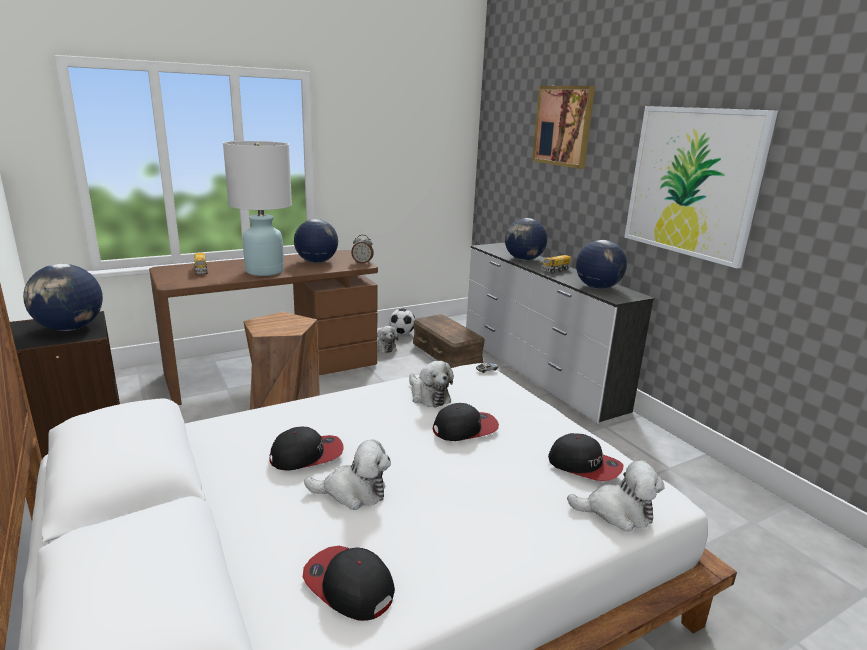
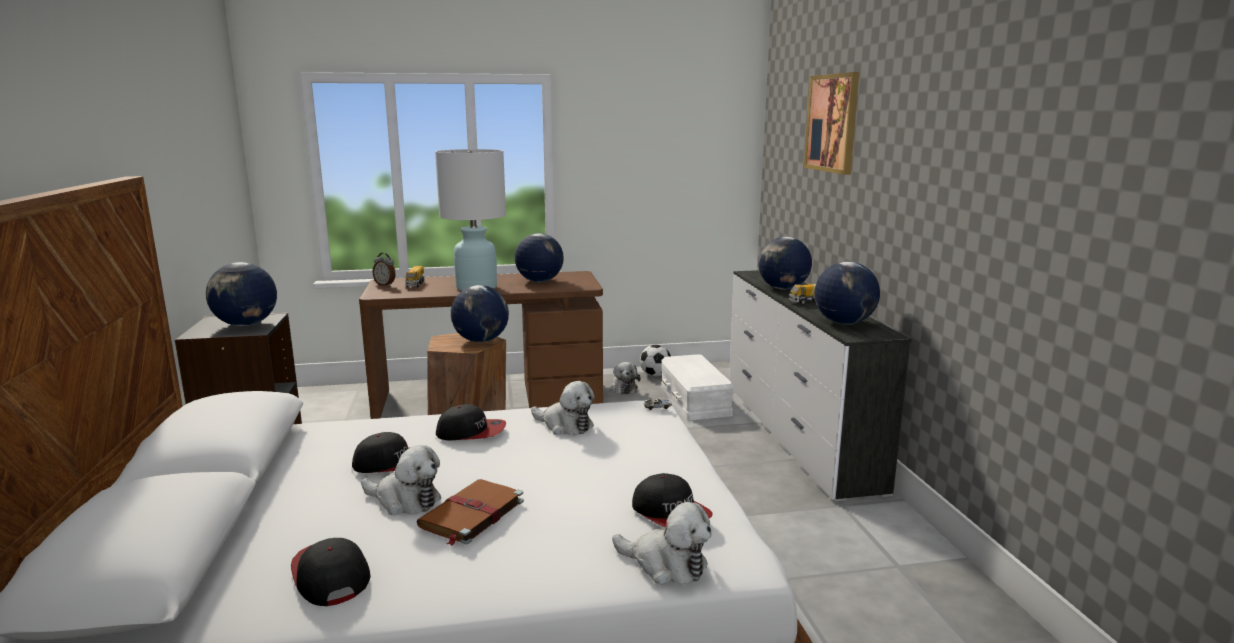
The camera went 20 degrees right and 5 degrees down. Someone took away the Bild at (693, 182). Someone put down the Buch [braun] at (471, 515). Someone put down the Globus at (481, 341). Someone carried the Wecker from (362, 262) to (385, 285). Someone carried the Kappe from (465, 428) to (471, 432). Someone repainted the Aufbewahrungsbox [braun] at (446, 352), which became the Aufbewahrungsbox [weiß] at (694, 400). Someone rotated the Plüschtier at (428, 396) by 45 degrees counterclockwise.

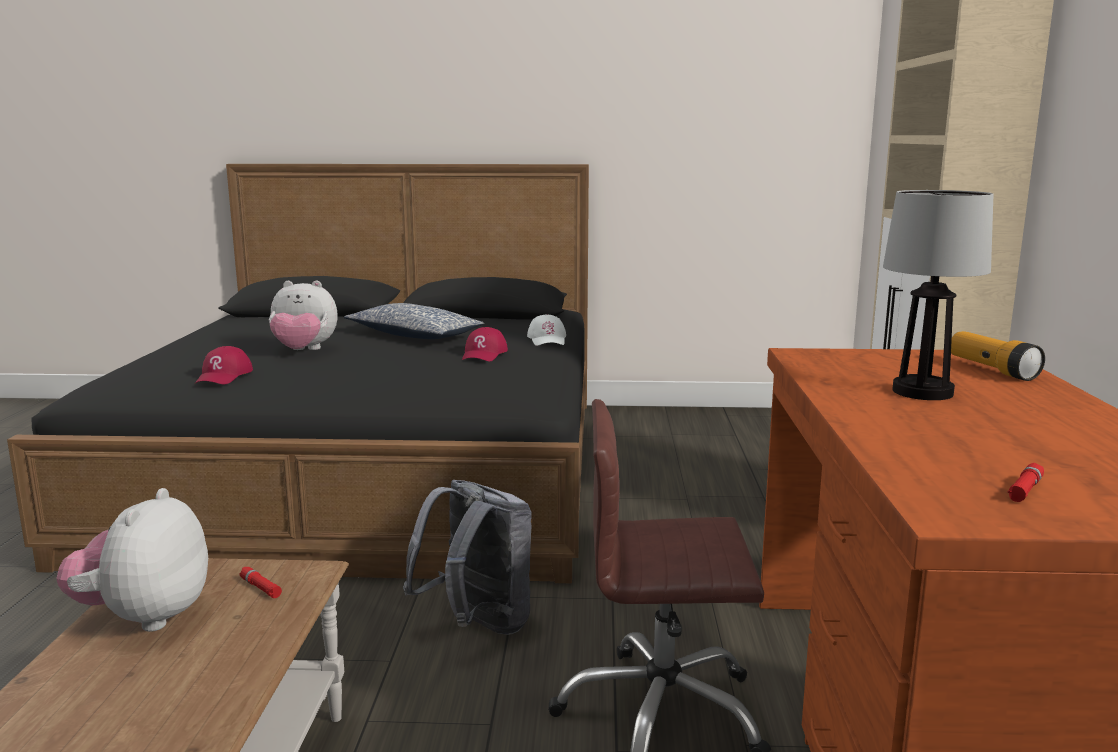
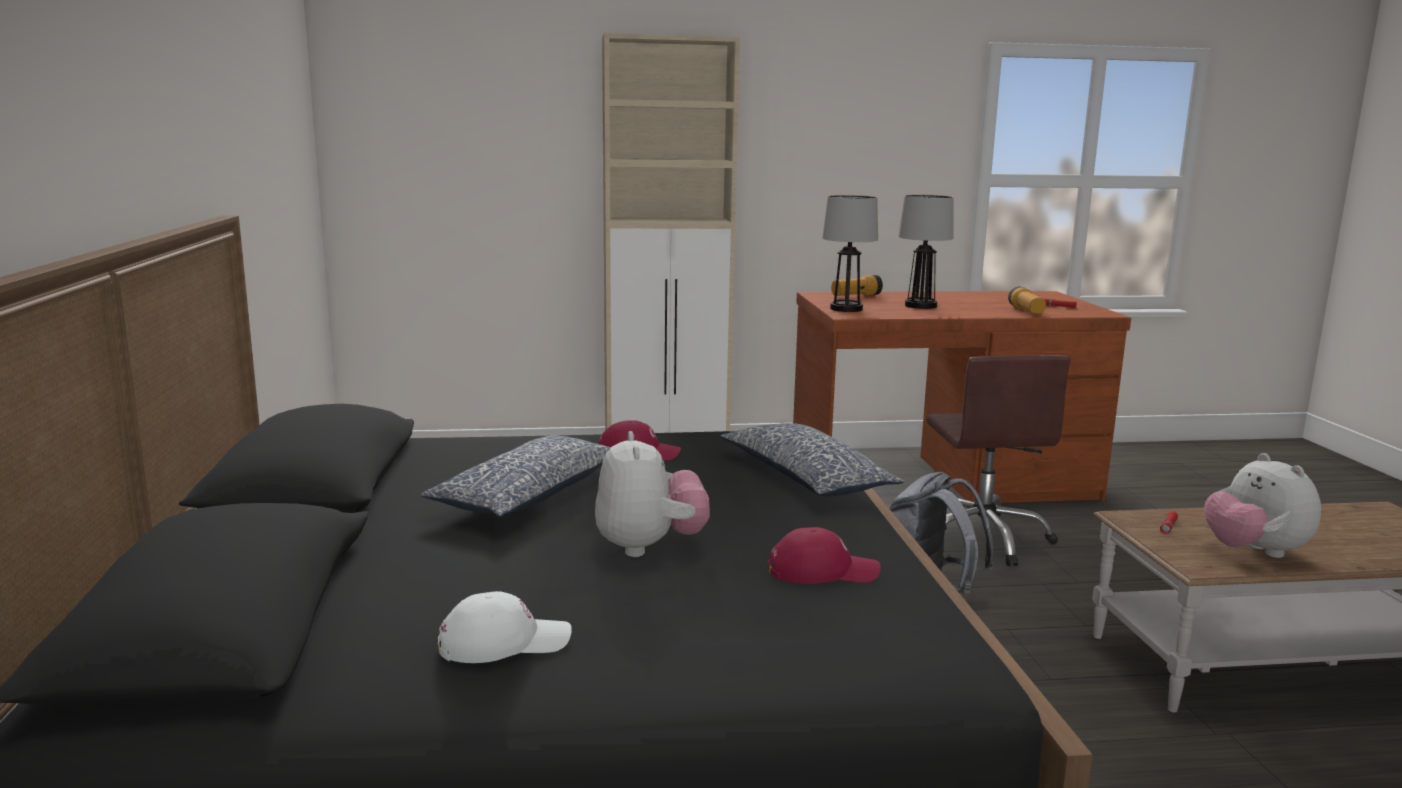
The camera went 100 degrees left and 0 degrees up. Someone put down the Kissen at (804, 478). Someone put down the Tischlampe at (846, 309). Someone put down the Taschenlampe at (1026, 312). Someone carried the Kappe [weiß] from (547, 340) to (504, 642). Someone rotated the Plüschtier at (144, 617) by 75 degrees clockwise.

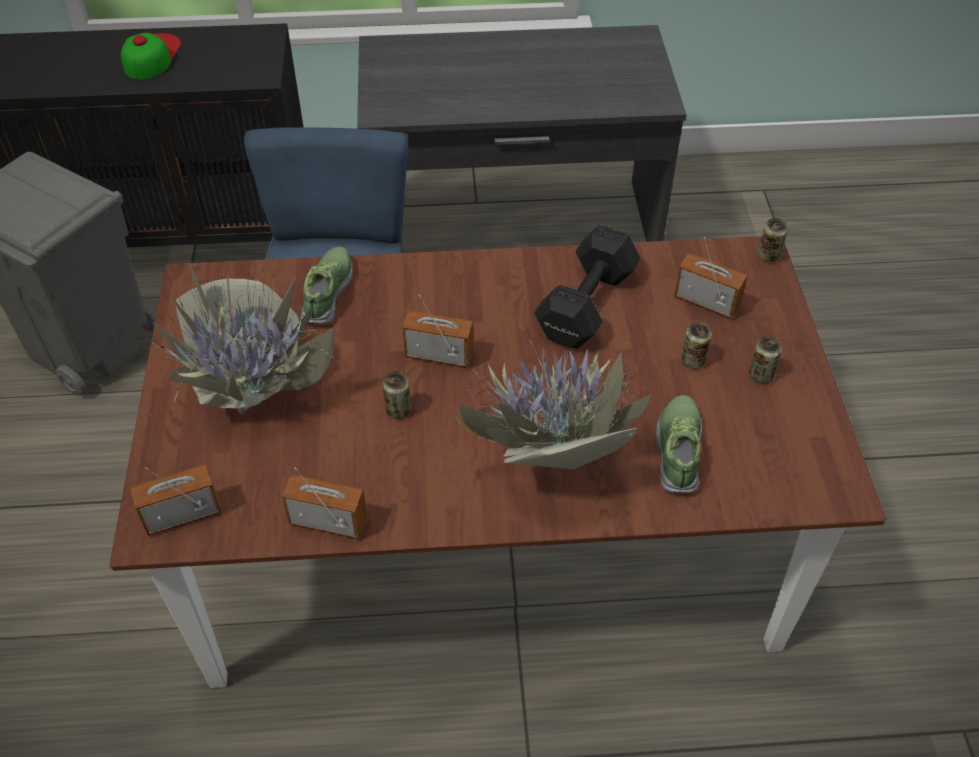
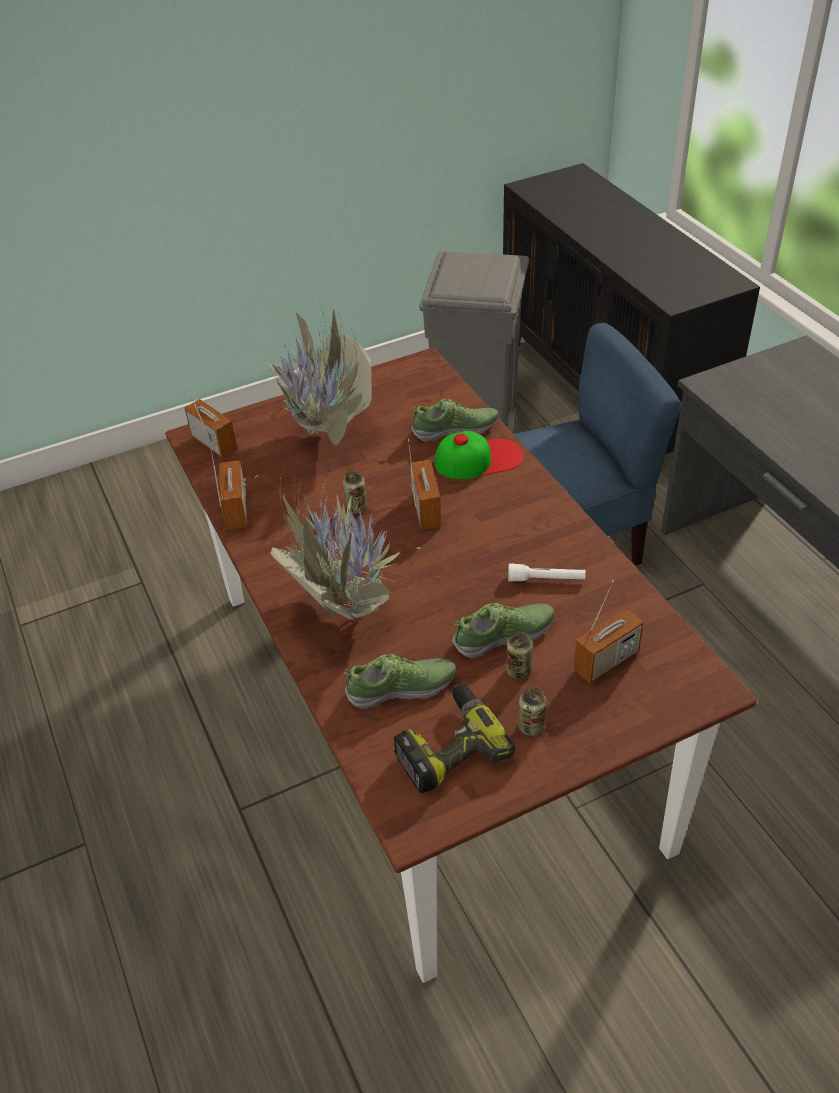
The camera went 70 degrees right and 5 degrees down. Someone took away the Dose at (768, 256). Someone put down the Bohrmaschine at (448, 747). Someone put down the Schuh at (504, 636). Someone carried the Kappe from (151, 56) to (479, 459). Someone swapped the Hantel [schwarz] at (589, 303) for the Taschenlampe [weiß] at (546, 579). Someone rotated the Radio at (706, 302) by 45 degrees clockwise.

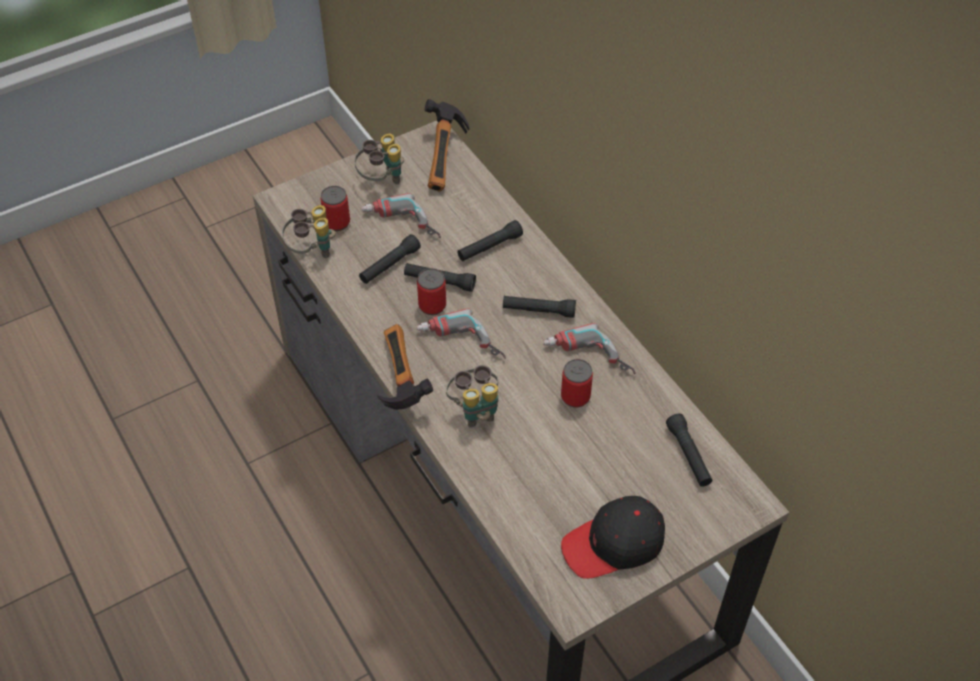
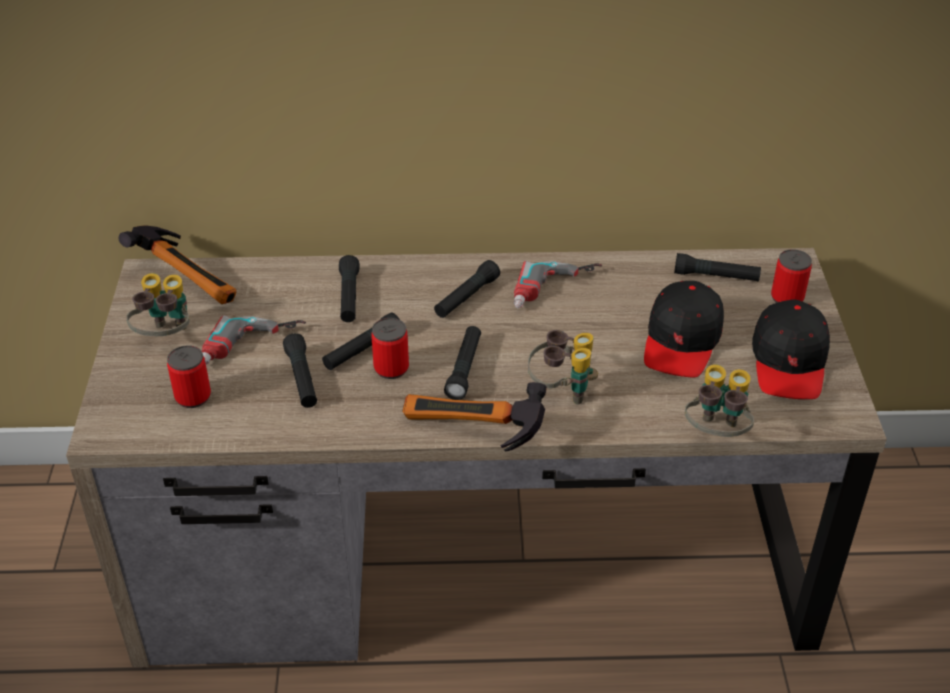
The camera went 60 degrees left and 10 degrees down. Someone put down the Kappe [schwarz] at (682, 341). Someone carried the Fernglas from (311, 251) to (716, 434). Someone carried the Dose from (575, 397) to (787, 298). Someone swapped the Bohrmaschine at (460, 345) for the Taschenlampe [schwarz] at (464, 369).

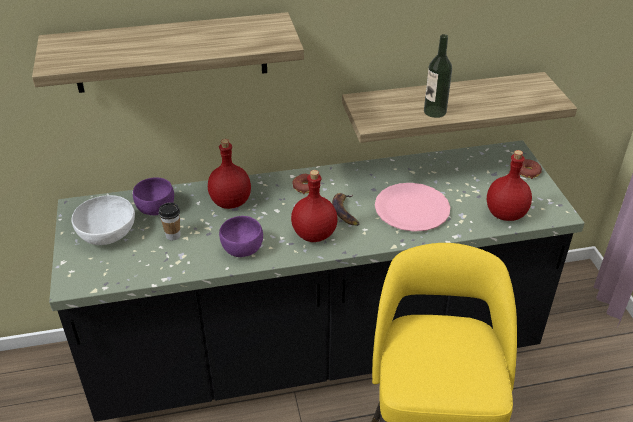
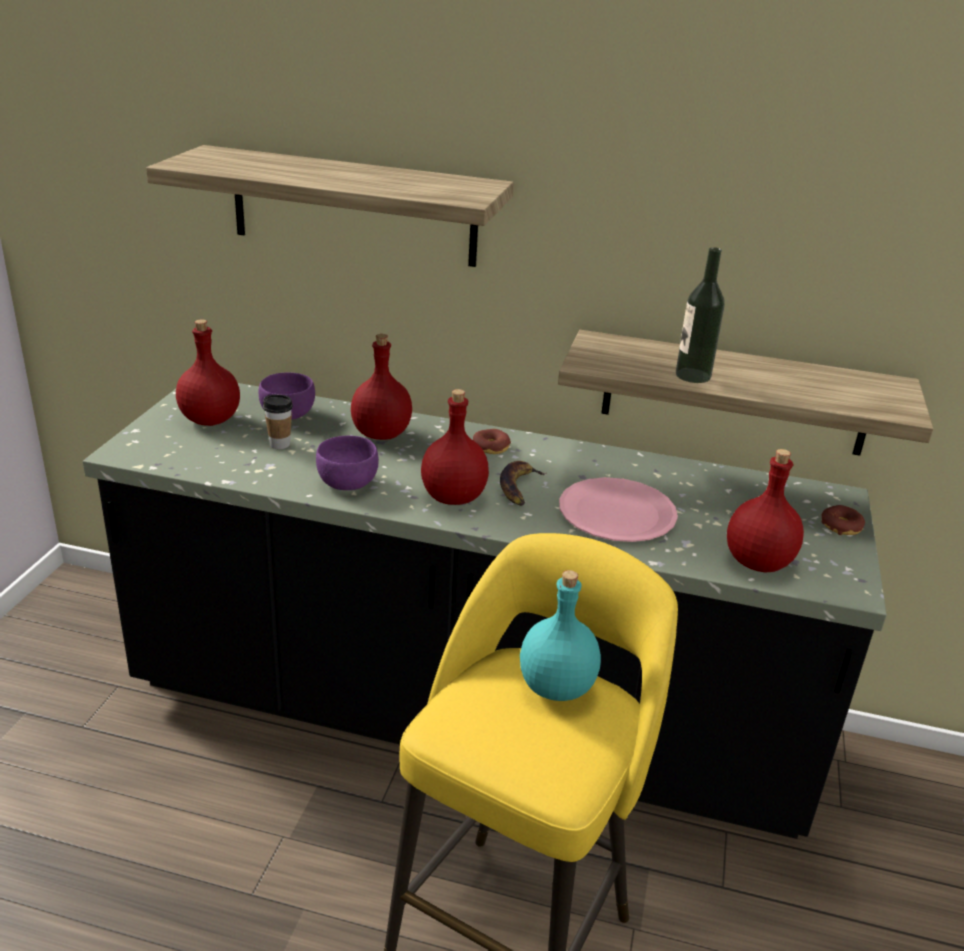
The camera went 25 degrees right and 10 degrees down. Someone put down the Flasche [türkis] at (556, 688). Someone swapped the Schüssel [weiß] at (107, 233) for the Flasche [rot] at (210, 419).

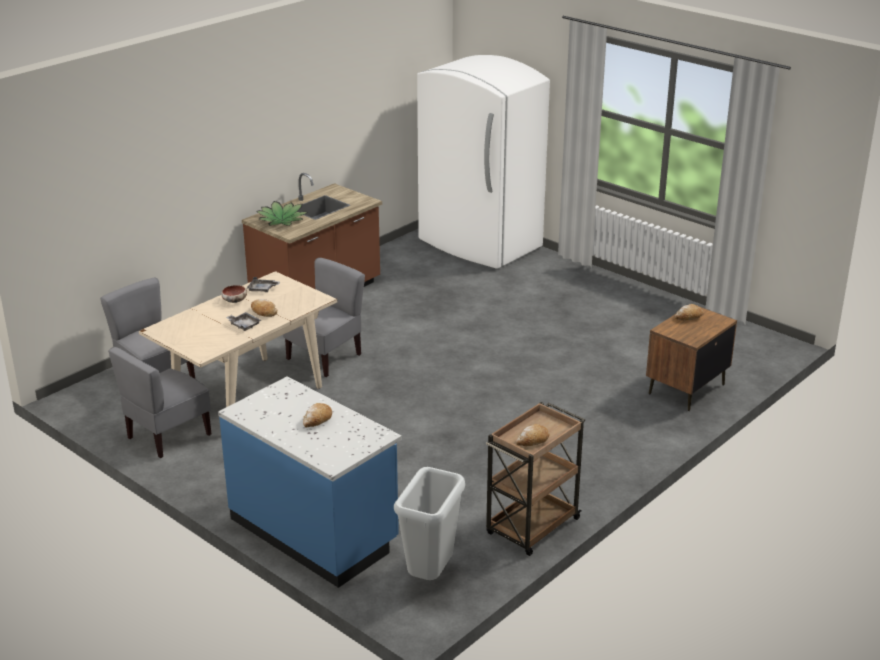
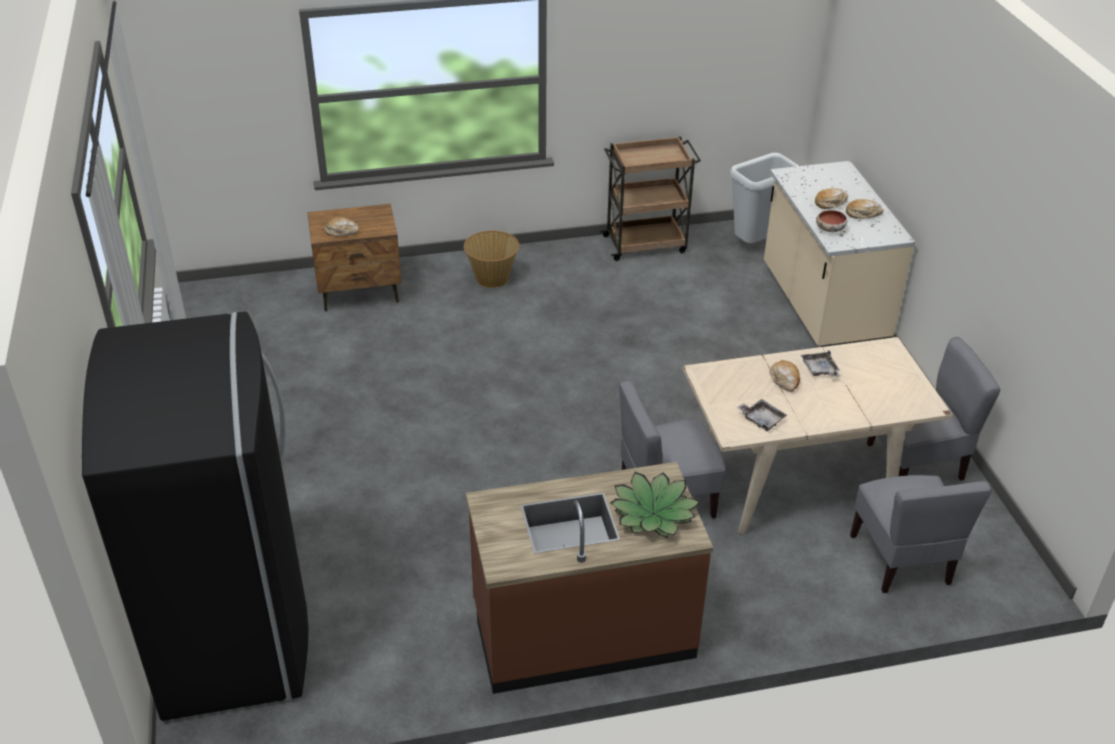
The camera went 145 degrees left and 10 degrees up. Someone put down the Korb at (492, 278). Someone carried the Schüssel from (234, 301) to (830, 229). Someone carried the Brot from (532, 441) to (863, 214). Someone repainted the Küchenzeile [blau] at (315, 531), which became the Küchenzeile [beige] at (821, 308). Someone repainted the Kühlschrank [weiß] at (479, 244), which became the Kühlschrank [schwarz] at (234, 631).

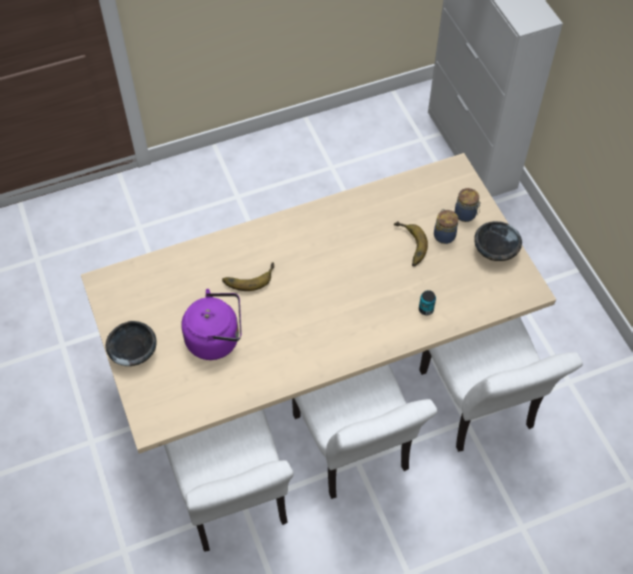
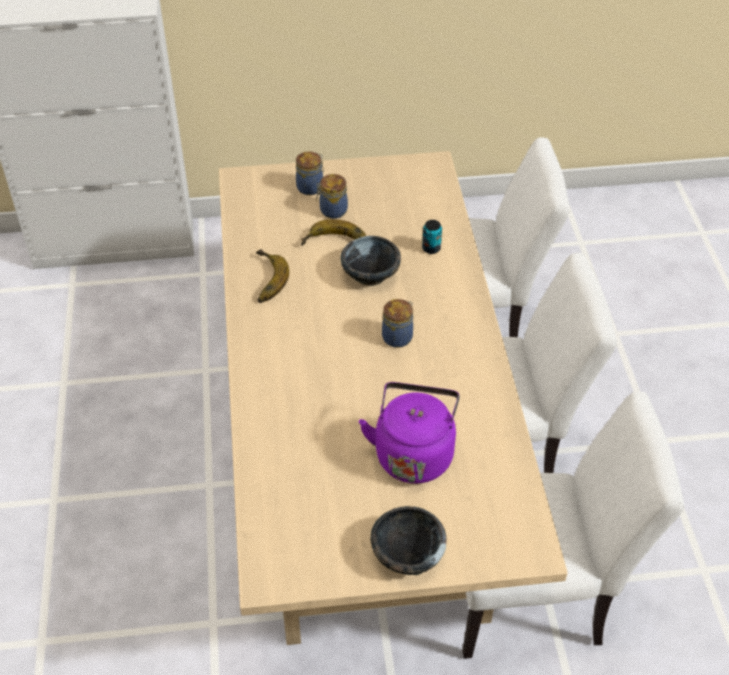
The camera went 75 degrees left and 10 degrees down. Someone put down the Vorratsglas at (398, 337). Someone carried the Banane from (248, 276) to (263, 280). Someone carried the Schüssel [schwarz] from (495, 250) to (370, 274).

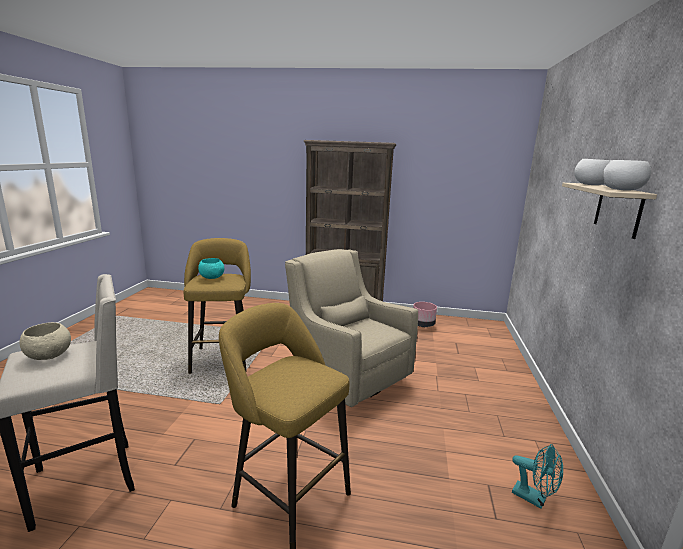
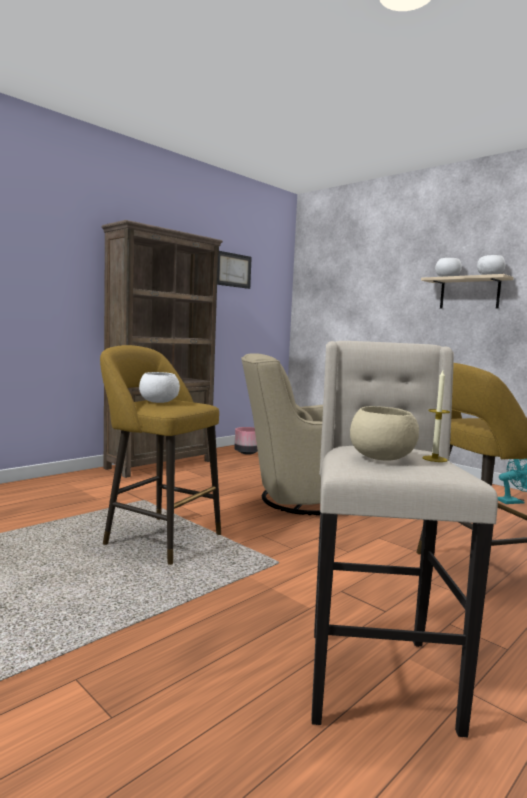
The camera went 55 degrees left and 10 degrees down. Someone put up the Bild at (233, 270). Someone put down the Kerze at (434, 459). Someone repainted the Schüssel [türkis] at (211, 277), which became the Schüssel [weiß] at (159, 402).

